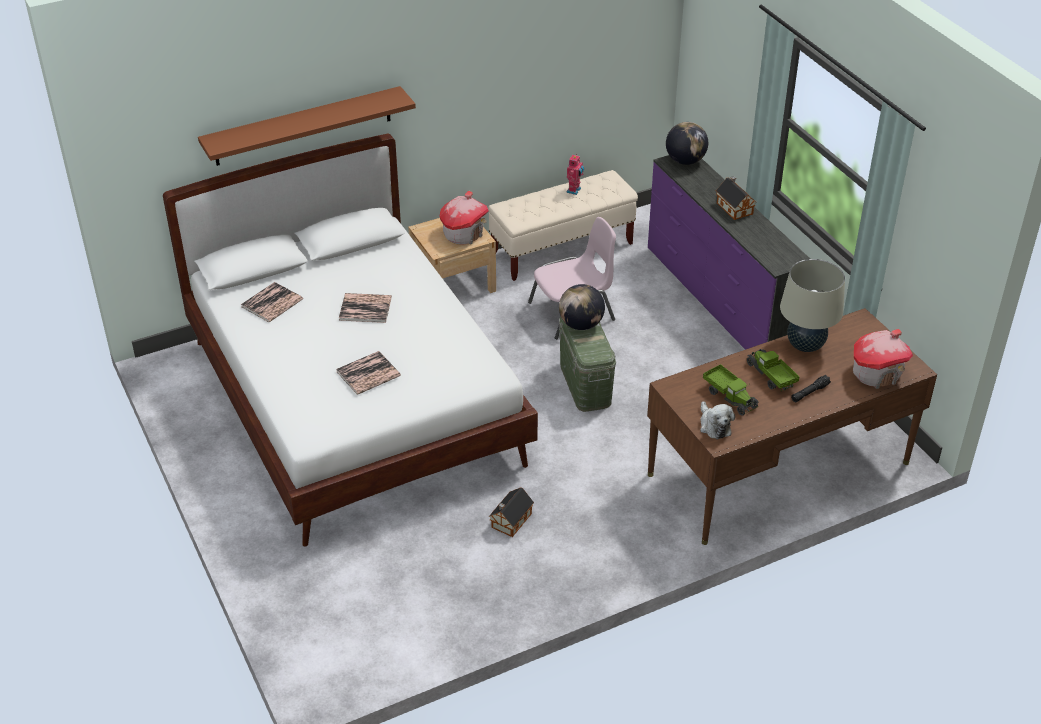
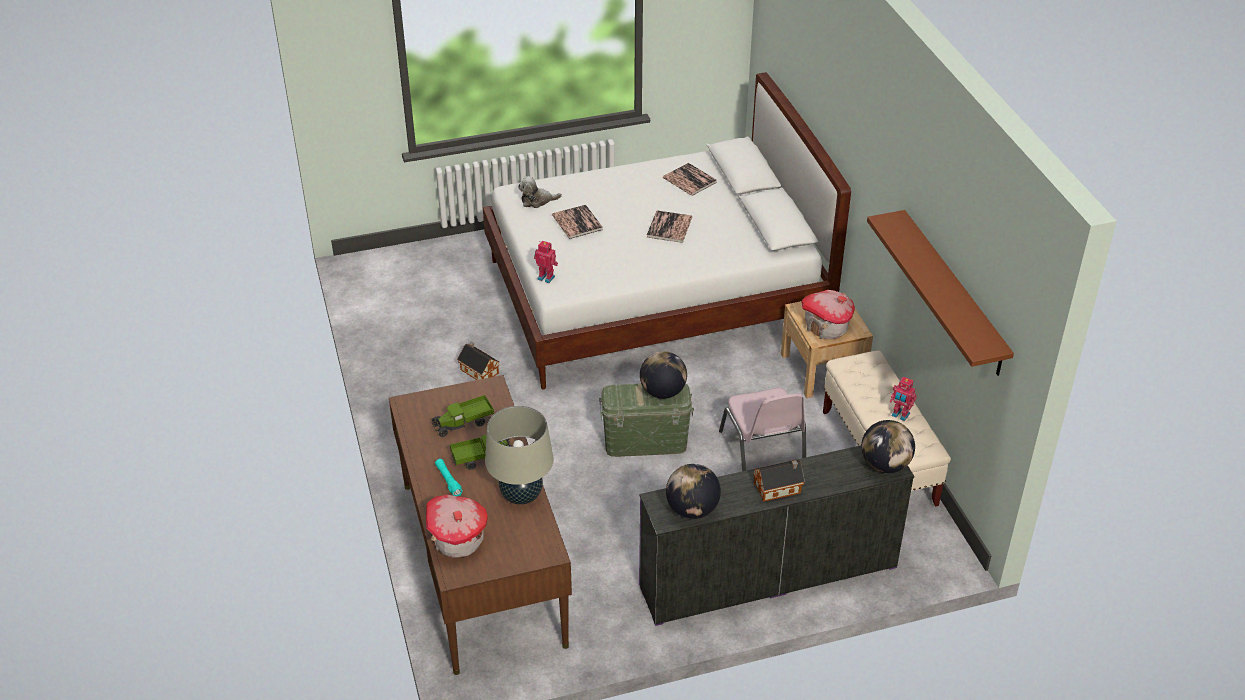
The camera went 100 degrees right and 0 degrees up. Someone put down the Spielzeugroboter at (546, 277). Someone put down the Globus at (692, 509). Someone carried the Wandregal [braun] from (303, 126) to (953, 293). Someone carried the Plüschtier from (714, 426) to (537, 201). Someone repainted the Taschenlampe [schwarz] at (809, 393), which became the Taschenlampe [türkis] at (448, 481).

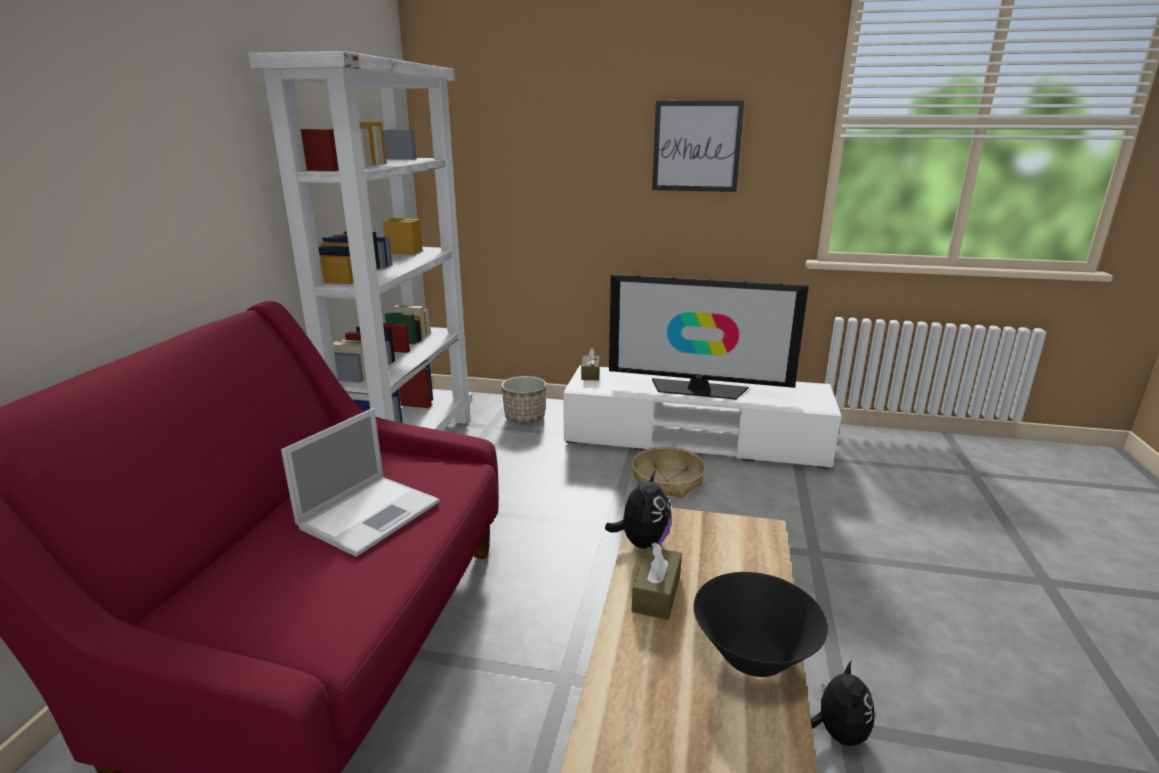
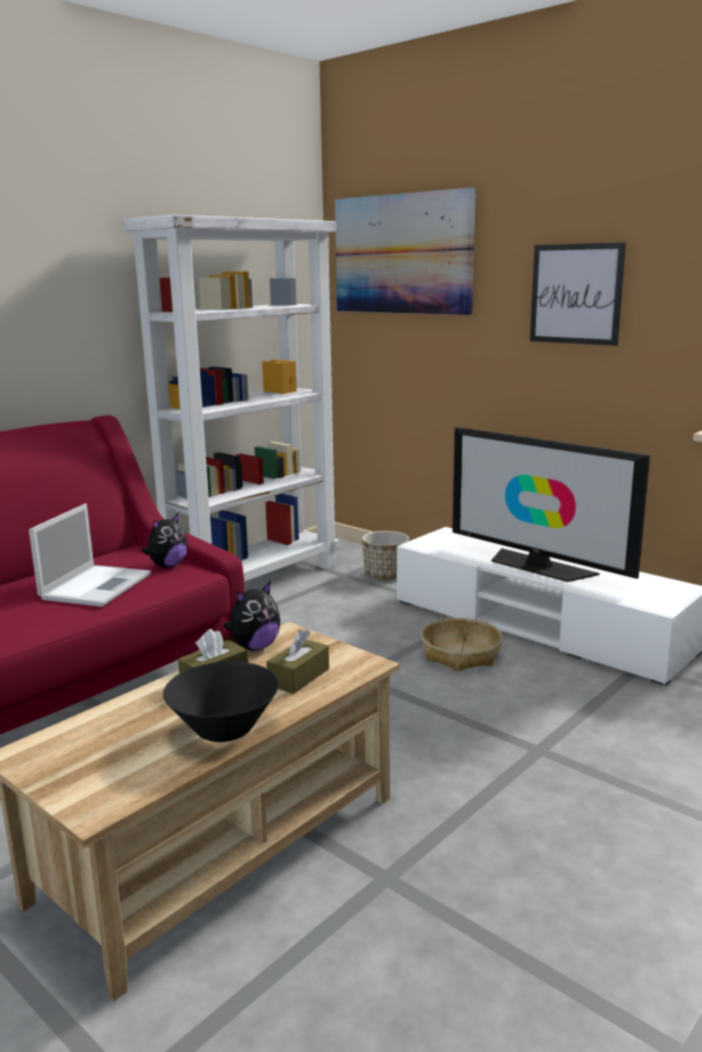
The camera went 30 degrees right and 5 degrees down. Someone put up the Bild at (402, 254). Someone carried the Taschentuchbox [braun] from (590, 374) to (299, 677). Someone carried the Plüschtier from (837, 733) to (167, 565). Someone rotated the Laptop at (371, 513) by 45 degrees counterclockwise.

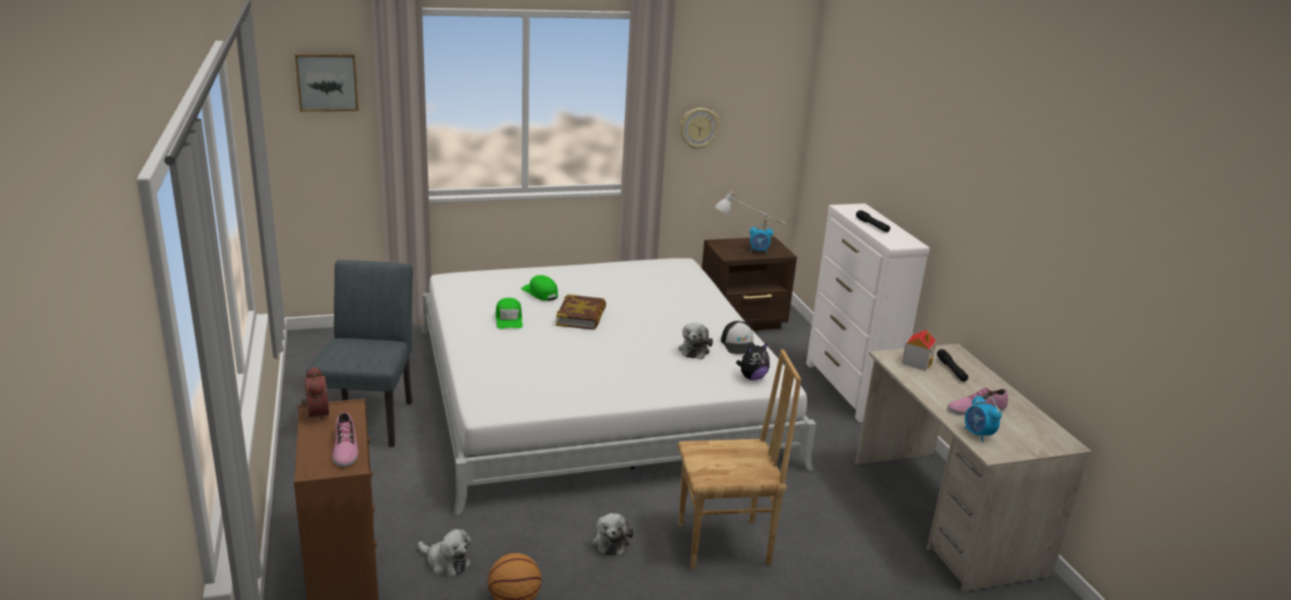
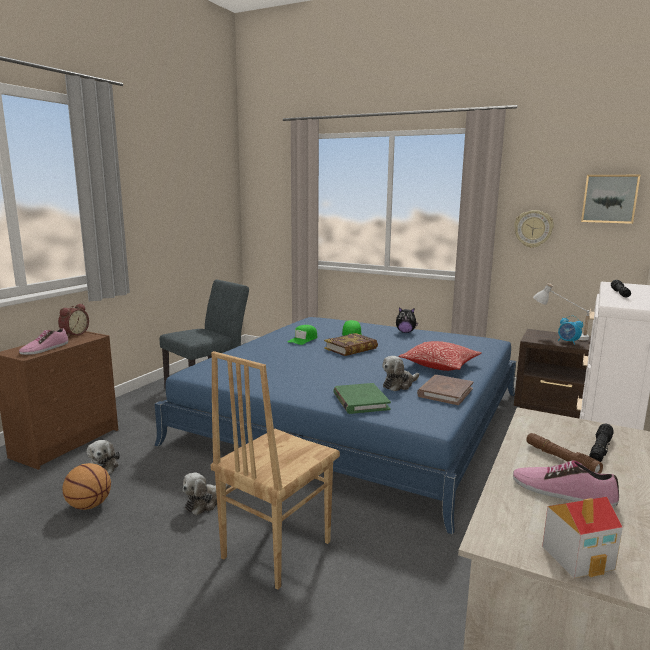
The camera went 45 degrees right and 10 degrees down. Someone took away the Wecker at (978, 434). Someone put down the Buch [grün] at (360, 401). Someone put down the Kissen at (439, 365). Someone put down the Taschenlampe [braun] at (561, 459). Someone carried the Bild from (327, 82) to (609, 198). Someone carried the Plüschtier from (752, 377) to (405, 332). Someone carried the Spielzeughaus from (917, 362) to (578, 557). Someone swapped the Kappe at (739, 345) for the Buch [braun] at (445, 392). Someone repainted the Bett [weiß] at (596, 394), which became the Bett [blau] at (355, 417). Someone rotated the Stuhl [braun] at (724, 545) by 90 degrees clockwise.

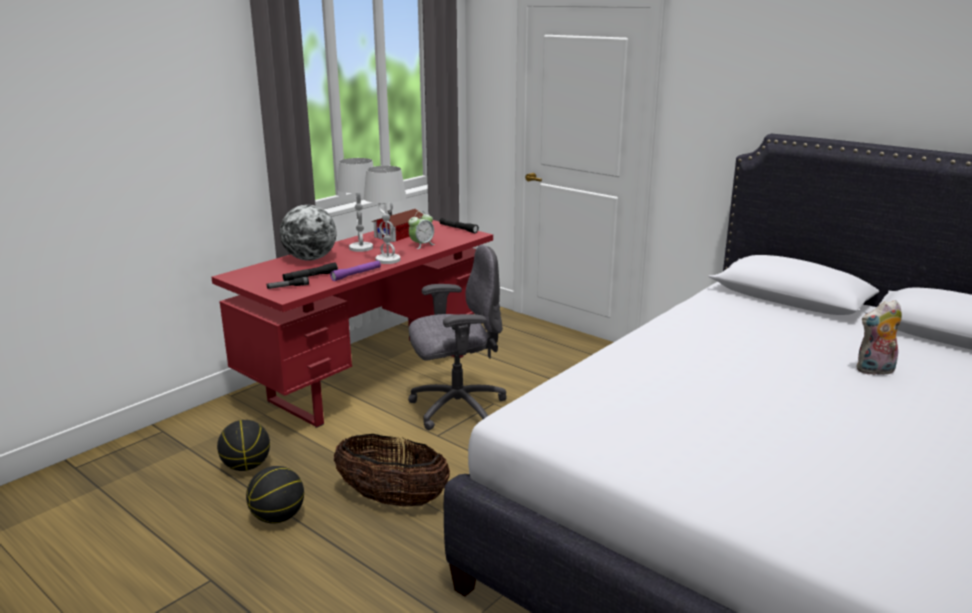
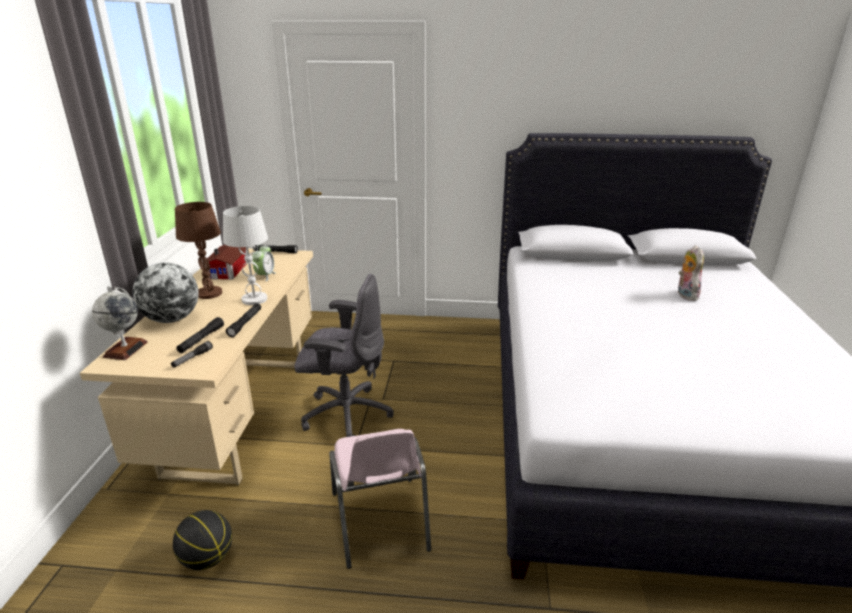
The camera went 35 degrees left and 5 degrees up. Someone took away the Basketball at (278, 517). Someone put down the Globus at (125, 349). Someone swapped the Korb at (392, 499) for the Stuhl [rosa] at (380, 522). Someone repainted the Schreibtisch [rot] at (370, 377), which became the Schreibtisch [beige] at (239, 413). Someone repainted the Taschenlampe [lila] at (356, 274), which became the Taschenlampe [schwarz] at (245, 323). Someone repainted the Tischlampe [weiß] at (361, 248), which became the Tischlampe [braun] at (209, 293). Someone rotated the Bürostuhl [grau] at (456, 408) by 60 degrees clockwise. Someone rotated the Plüschtier at (875, 371) by 135 degrees clockwise.

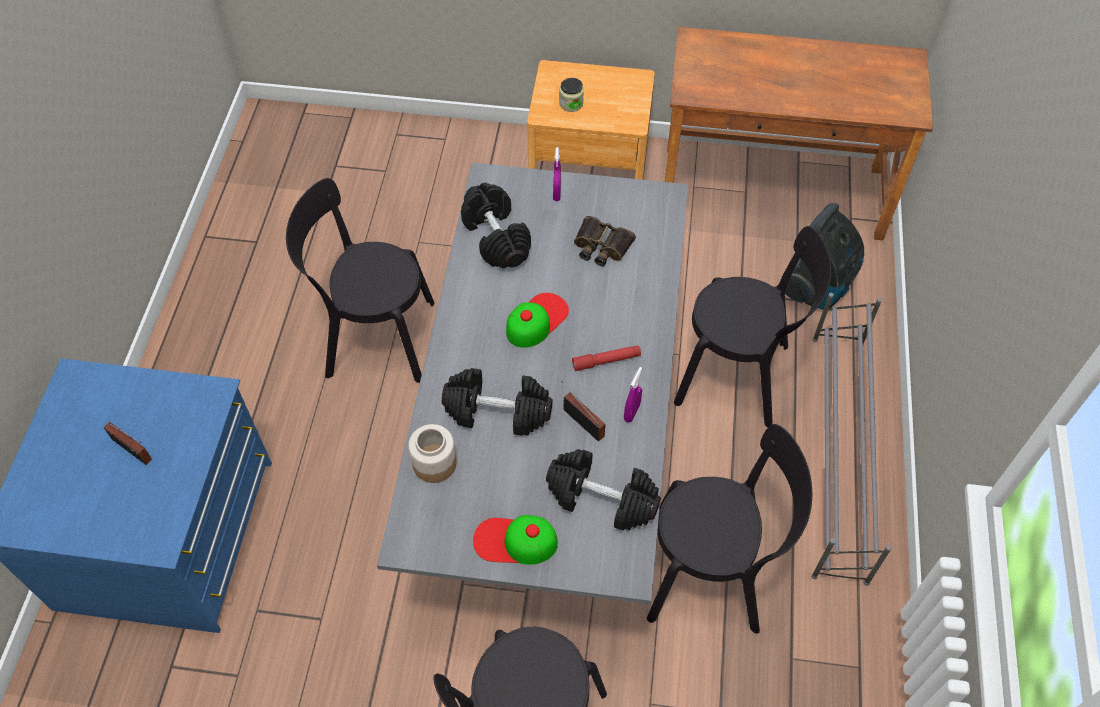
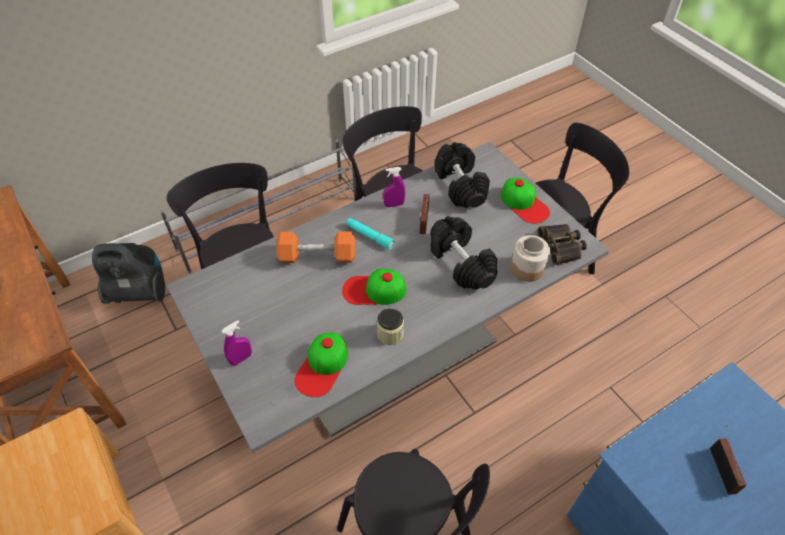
The camera went 130 degrees left and 5 degrees down. Someone put down the Hantel [orange] at (317, 256). Someone carried the Vorratsglas from (571, 104) to (390, 334). Someone carried the Fernglas from (601, 246) to (562, 246). Someone swapped the Hantel [schwarz] at (495, 237) for the Kappe at (322, 367). Someone repainted the Taschenlampe [rot] at (606, 361), which became the Taschenlampe [türkis] at (370, 236).

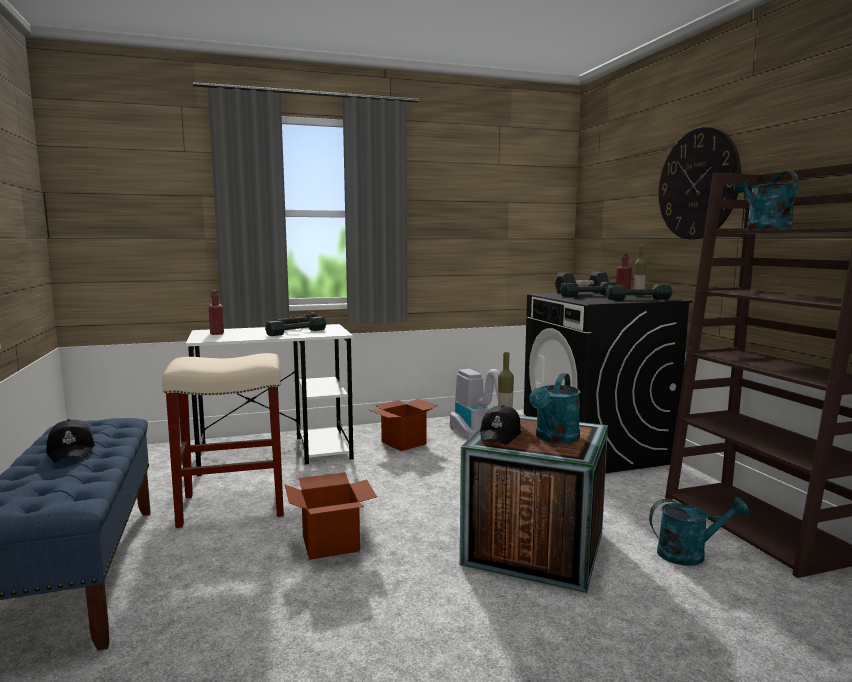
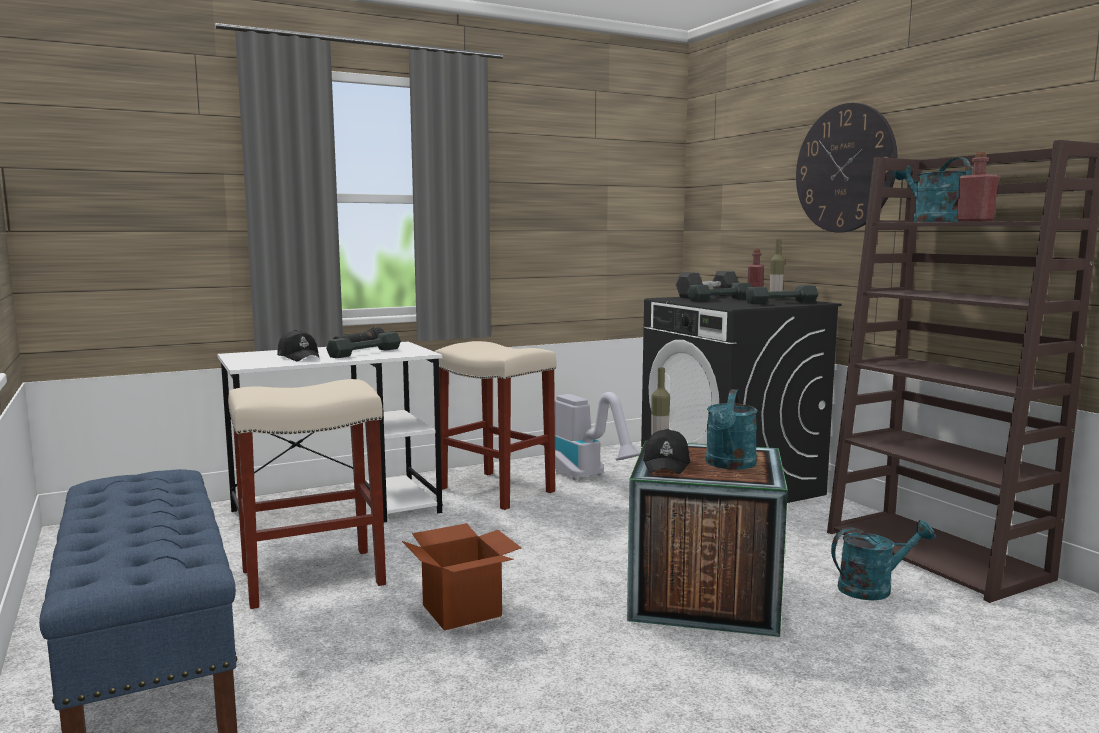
The camera went 10 degrees left and 0 degrees up. Someone carried the Kappe [schwarz] from (72, 451) to (299, 357). Someone carried the Flasche [rot] from (217, 333) to (974, 221). Someone swapped the Karton at (404, 443) for the Hocker [beige] at (497, 490).

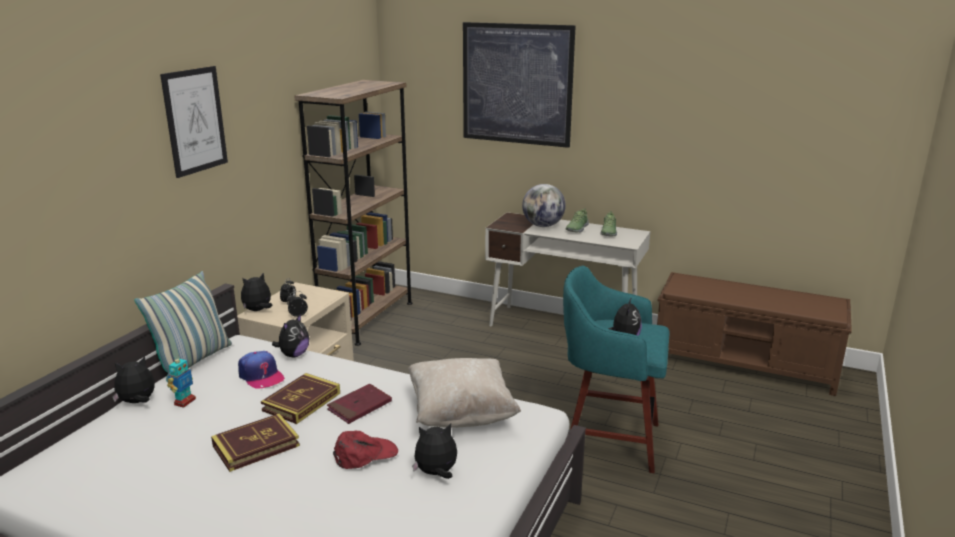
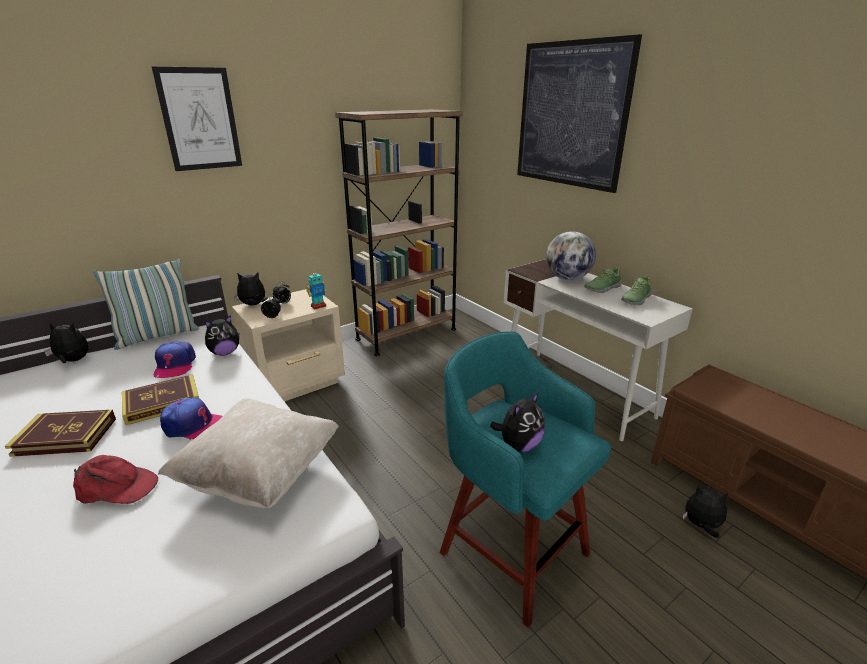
The camera went 30 degrees right and 5 degrees up. Someone carried the Spielzeugroboter from (184, 402) to (318, 306). Someone carried the Plüschtier from (436, 473) to (701, 526). Someone swapped the Buch [rot] at (359, 406) for the Kappe at (194, 426).

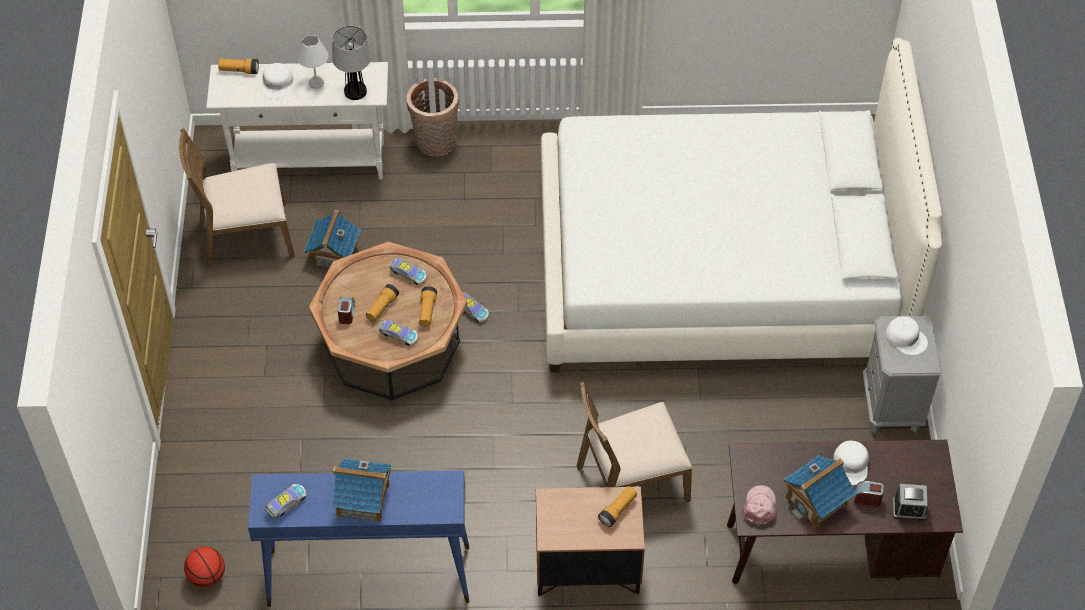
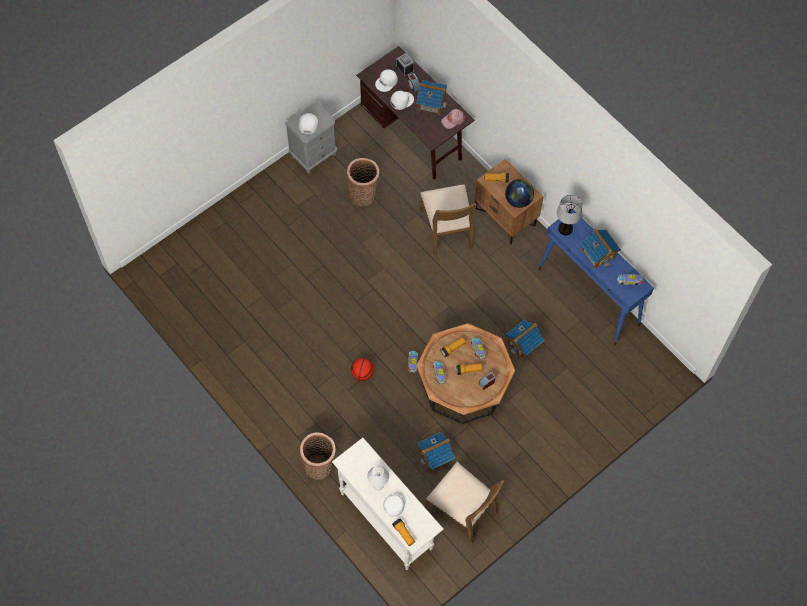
The camera went 130 degrees left and 10 degrees up. Someone took away the Bett [weiß] at (720, 270). Someone put down the Korb at (363, 194). Someone put down the Kappe [weiß] at (386, 82). Someone put down the Globus at (518, 200). Someone put down the Spielzeughaus at (523, 343). Someone carried the Basketball from (207, 576) to (362, 374). Someone carried the Tischlampe from (355, 92) to (565, 228). Someone rotated the Stuhl [braun] at (631, 481) by 45 degrees clockwise.

